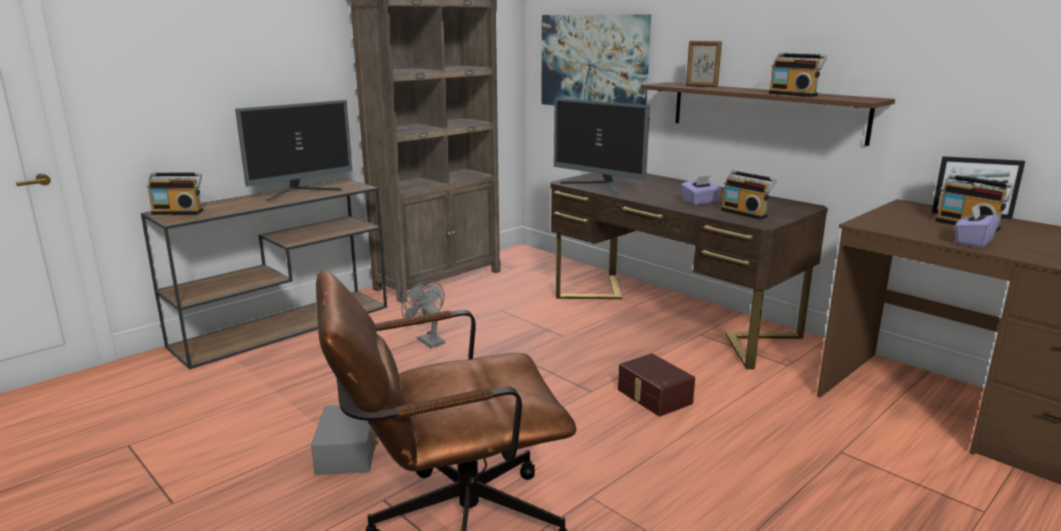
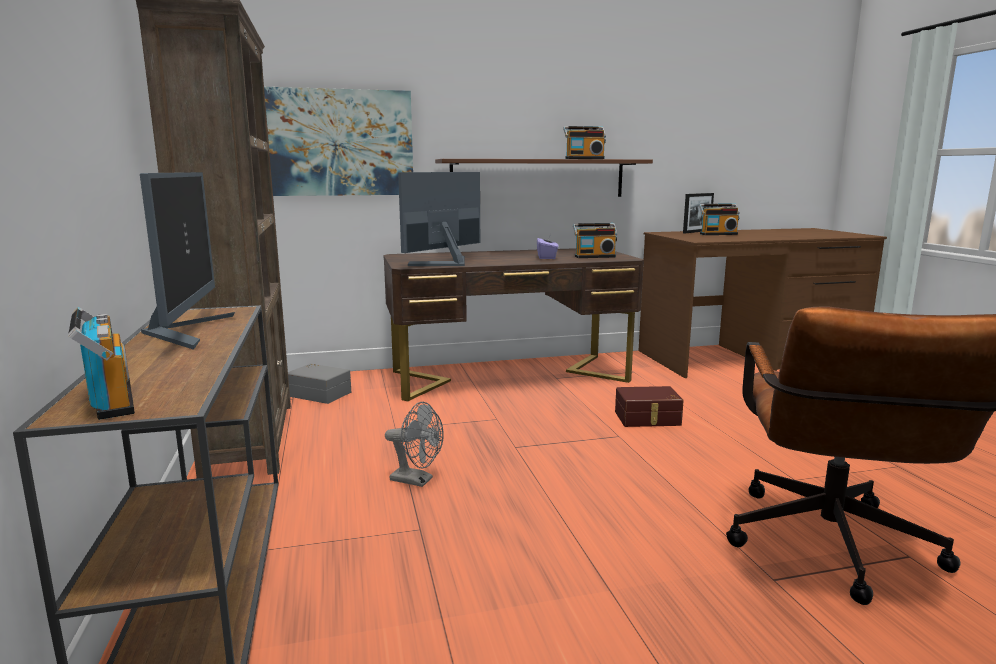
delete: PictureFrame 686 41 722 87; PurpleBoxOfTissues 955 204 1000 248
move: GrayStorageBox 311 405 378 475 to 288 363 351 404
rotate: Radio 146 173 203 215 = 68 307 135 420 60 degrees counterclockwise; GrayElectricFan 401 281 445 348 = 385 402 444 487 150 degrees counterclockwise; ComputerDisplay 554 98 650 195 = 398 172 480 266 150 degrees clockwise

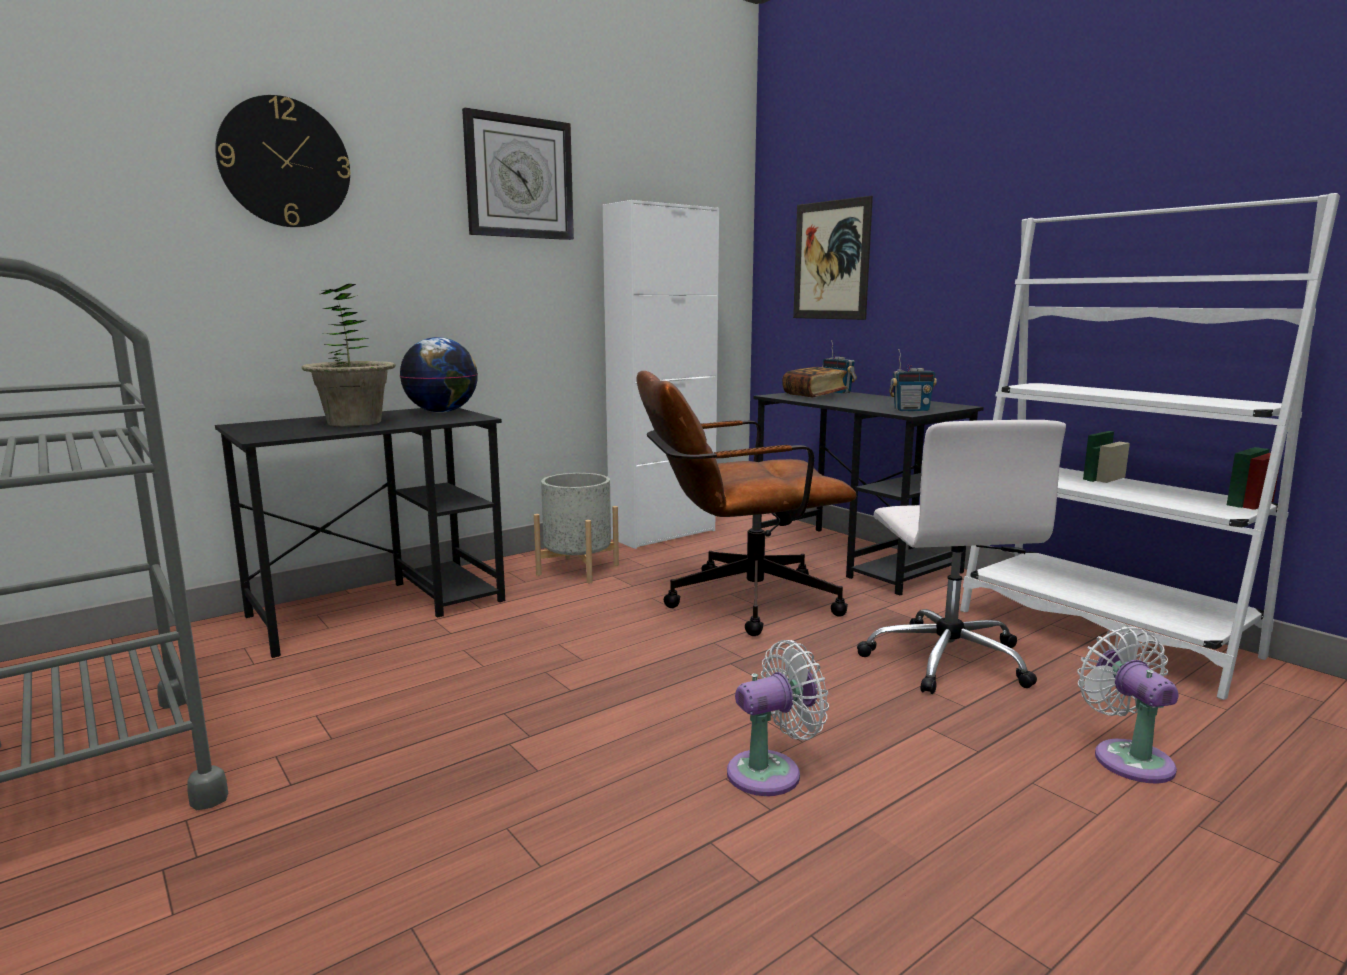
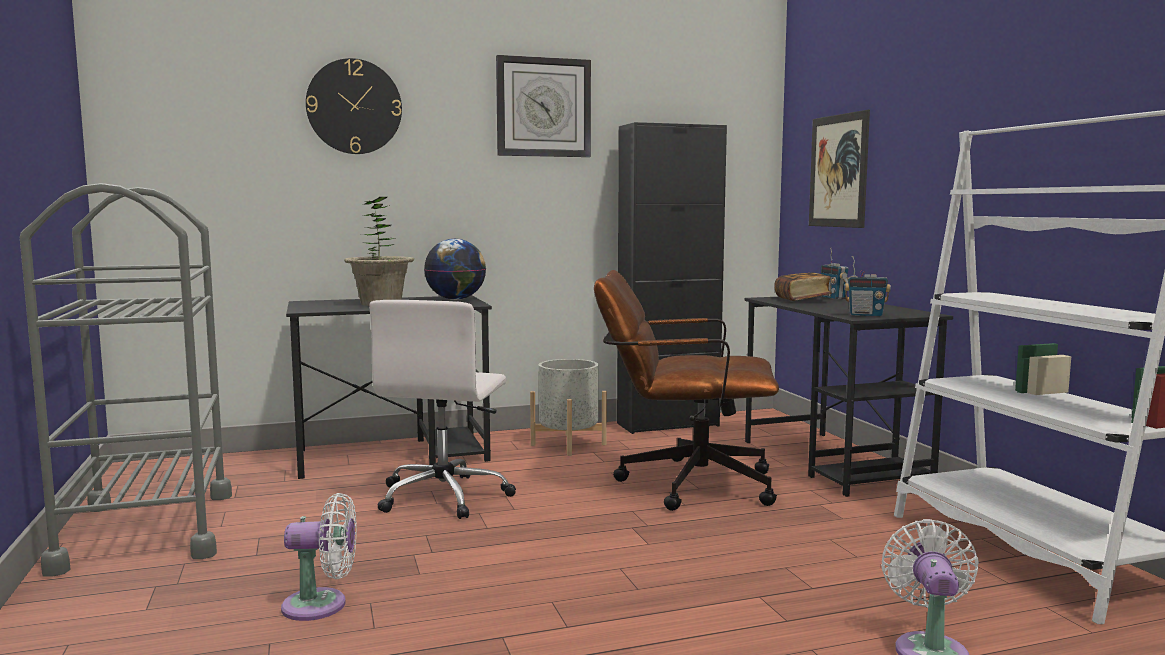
move: WhiteElectricFan 727 640 829 796 to 281 493 357 621; WhiteOfficeChair 857 420 1066 694 to 369 300 516 519
recolor: WhiteCupboard 603 200 719 549 to BlackColouredCupboard 617 122 727 434

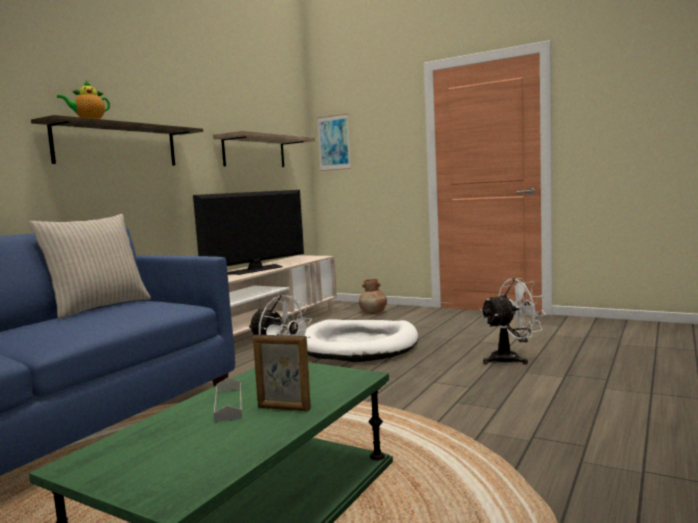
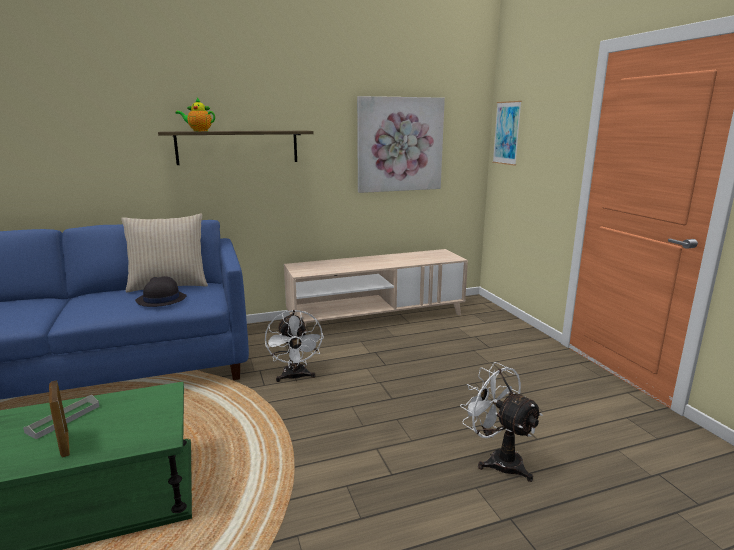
delete: TvSet 193 190 304 275; WhitePetBed 304 319 418 362; BrownishVase 359 279 387 314
insert: BlackColouredWearableHat 135 276 186 307
replace: WallShelf 213 131 315 167 to Picture 357 96 445 193
rotate: WhiteElectricFan 480 278 546 365 = 460 362 543 482 150 degrees counterclockwise

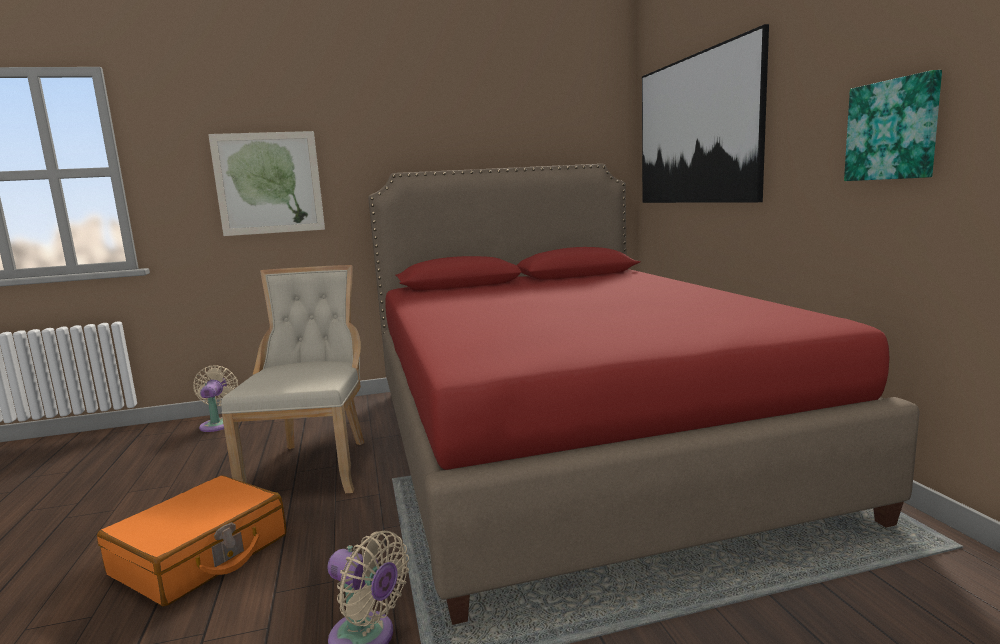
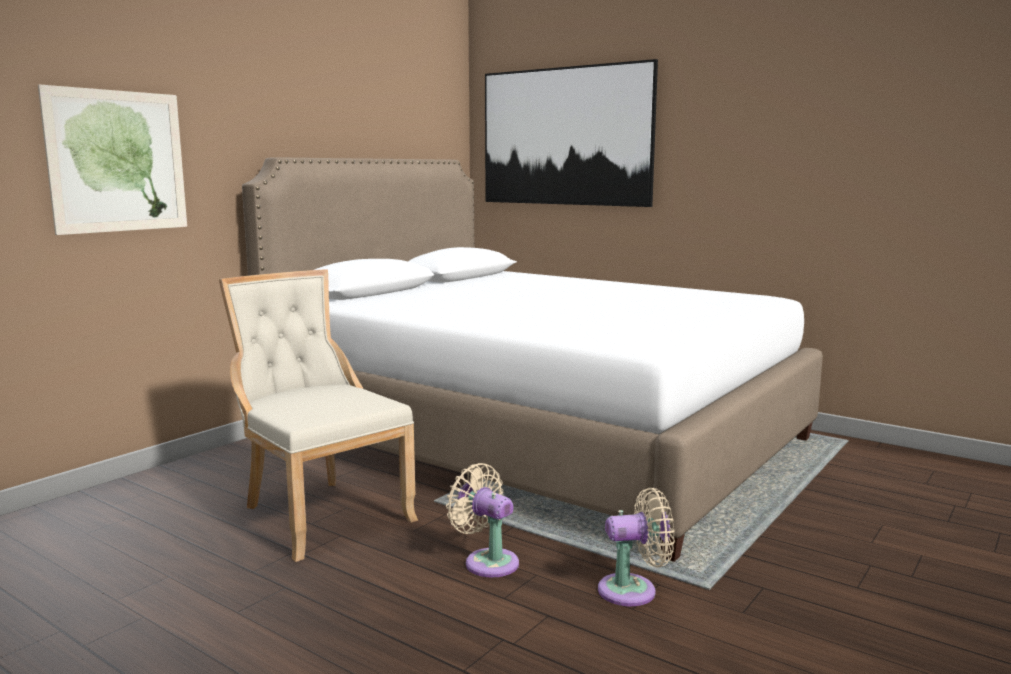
delete: OrangeColouredTravelCase 97 476 286 607; Picture 844 70 942 181
move: BeigeColouredElectricFan 193 365 238 432 to 446 463 519 578
recolor: ReddishSleepingBed 368 164 920 625 to WhiteSleepingBed 242 157 823 562

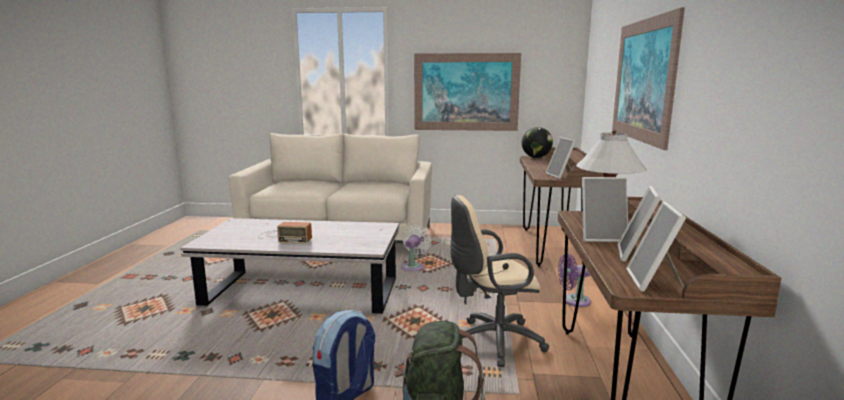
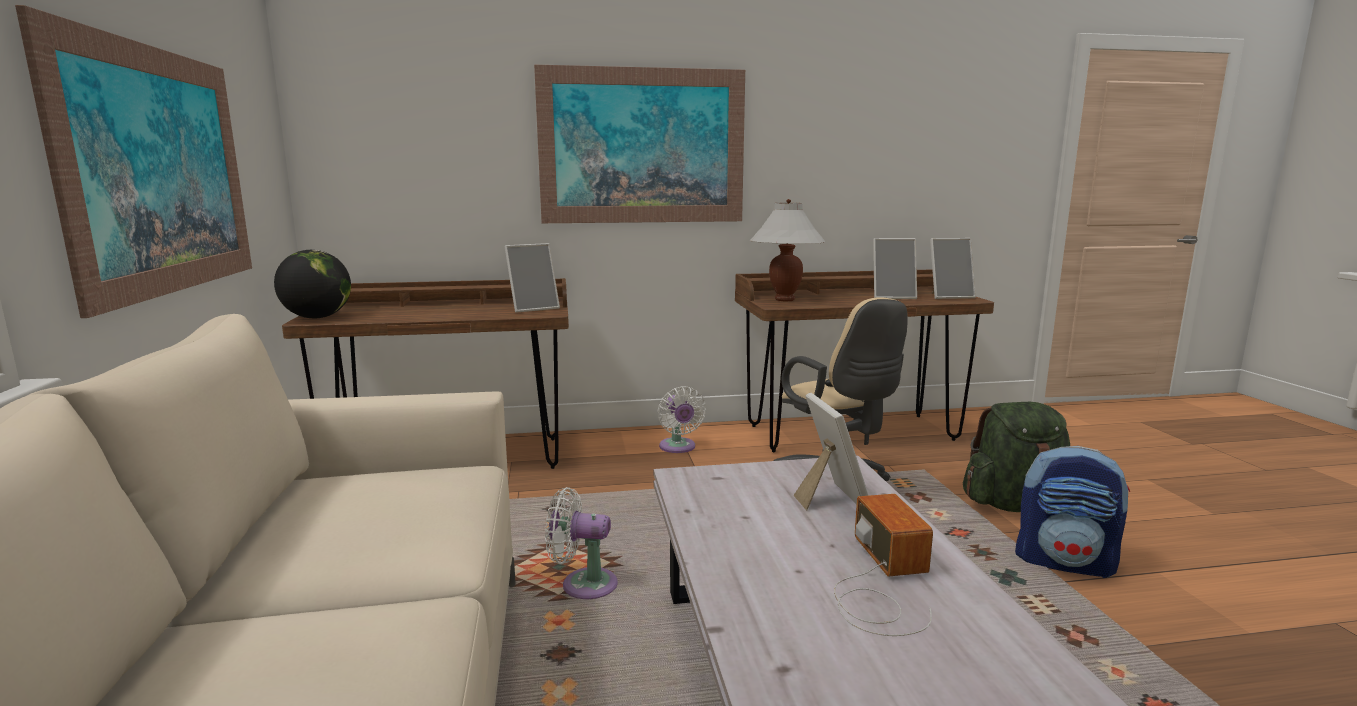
move: PictureFrame 582 177 628 242 to 793 393 869 510
recolor: PurpleElectricFan 558 254 591 307 to WhiteElectricFan 658 386 706 453

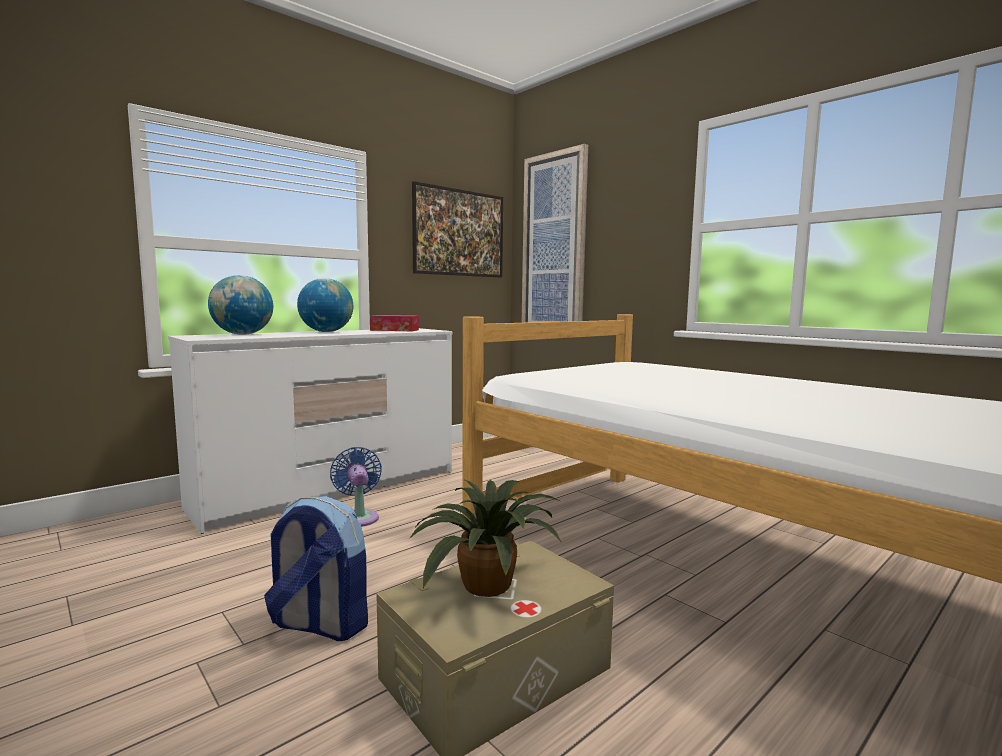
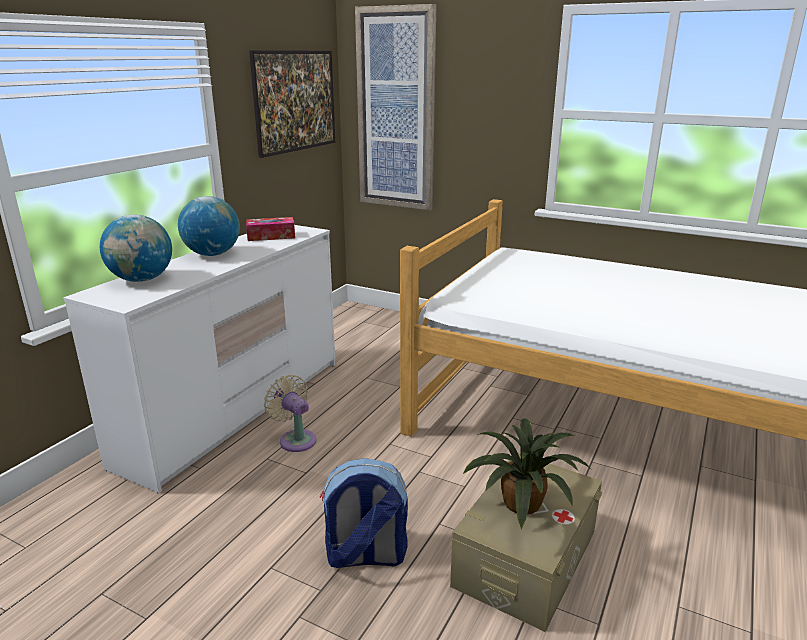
recolor: BlueElectricFan 330 447 382 527 to BeigeColouredElectricFan 264 375 316 452

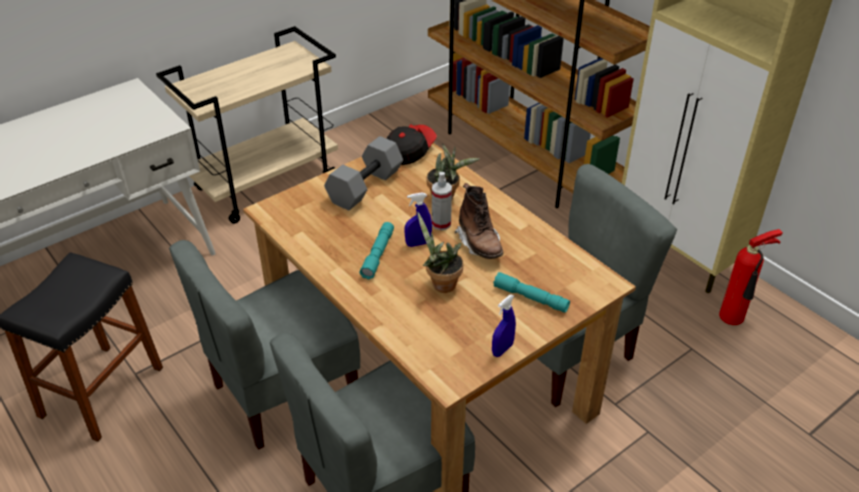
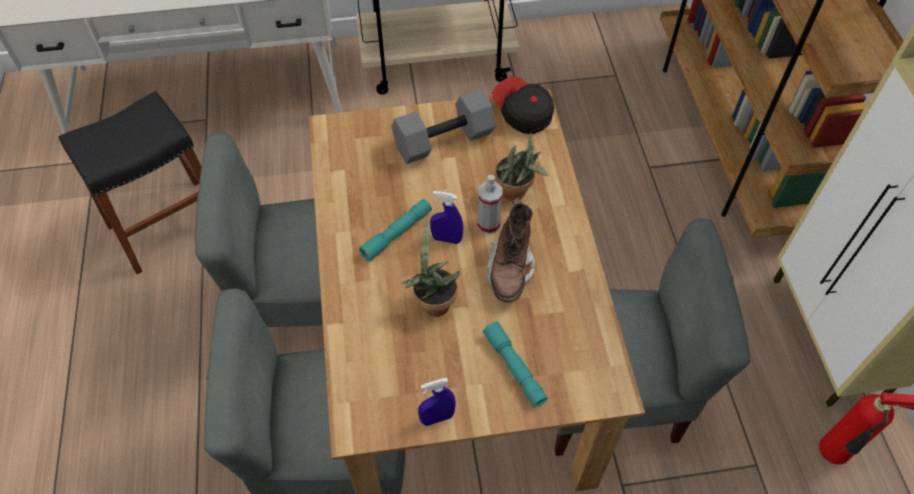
rotate: Cap 387 124 437 165 = 492 77 554 134 105 degrees counterclockwise

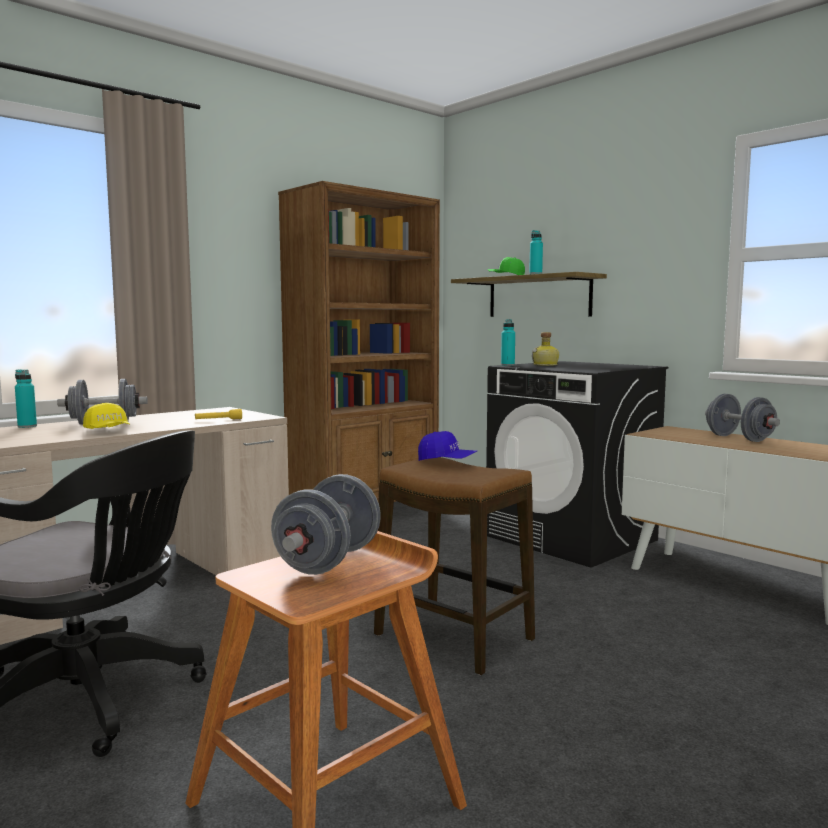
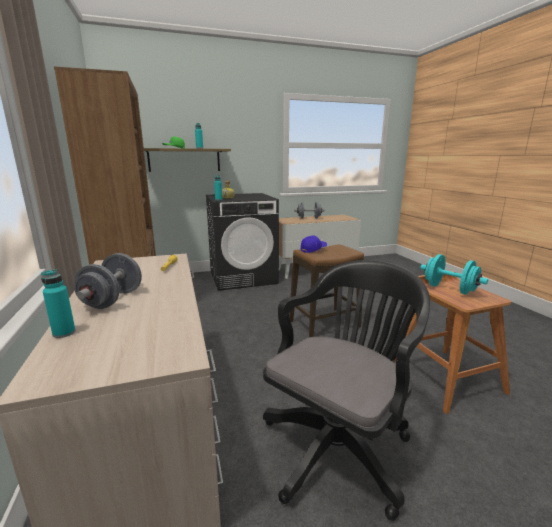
delete: YellowCap 83 403 130 429
recolor: GrayDumbbell 271 474 381 575 to BlueGreenDumbbell 420 254 488 294

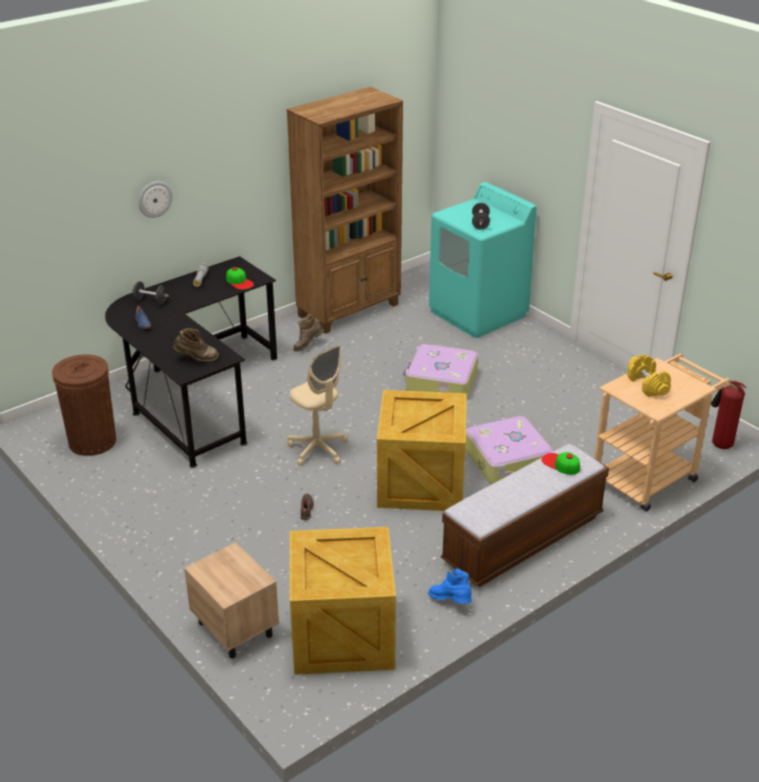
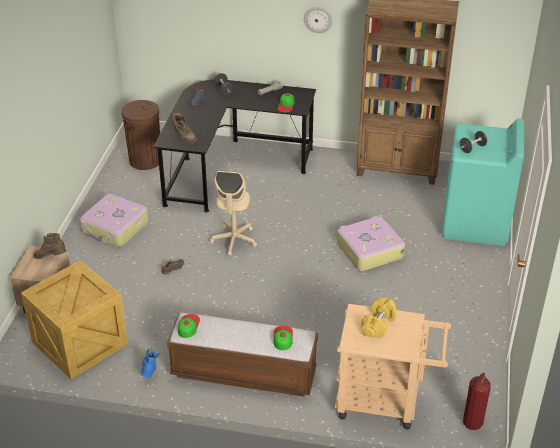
delete: ShippingCrate 377 390 467 511
insert: Cap 178 314 200 338
move: ClockOnTheWall 138 181 173 218 to 304 7 333 33; BrownishHighTopBoot 293 315 324 352 to 34 233 67 259; TravelCase 465 416 553 484 to 79 194 149 247

